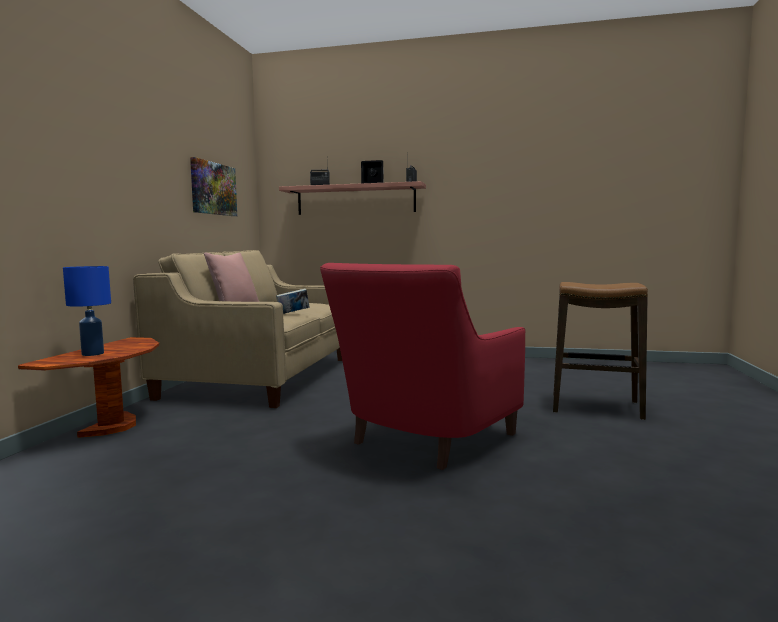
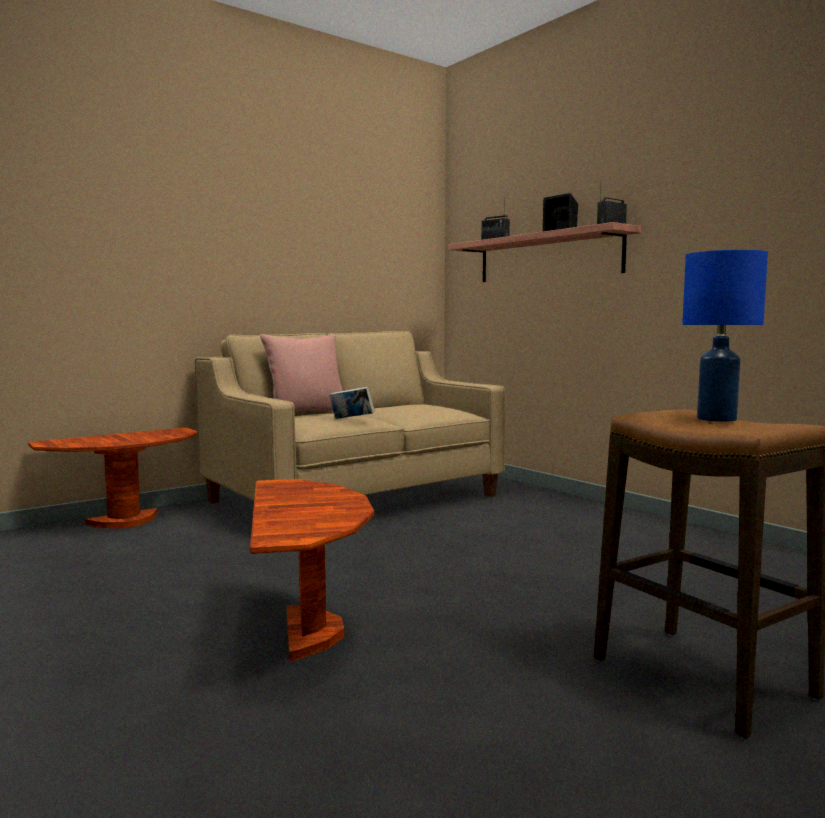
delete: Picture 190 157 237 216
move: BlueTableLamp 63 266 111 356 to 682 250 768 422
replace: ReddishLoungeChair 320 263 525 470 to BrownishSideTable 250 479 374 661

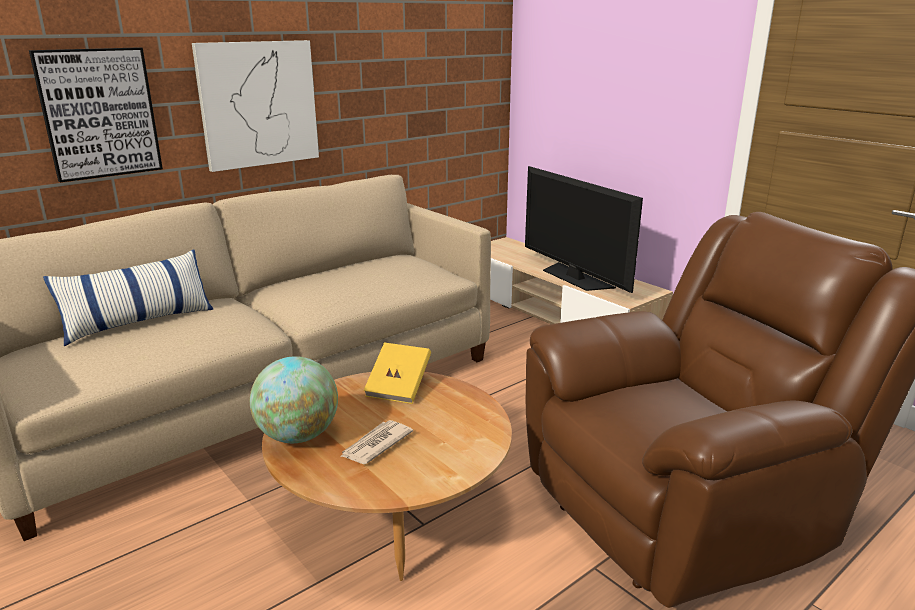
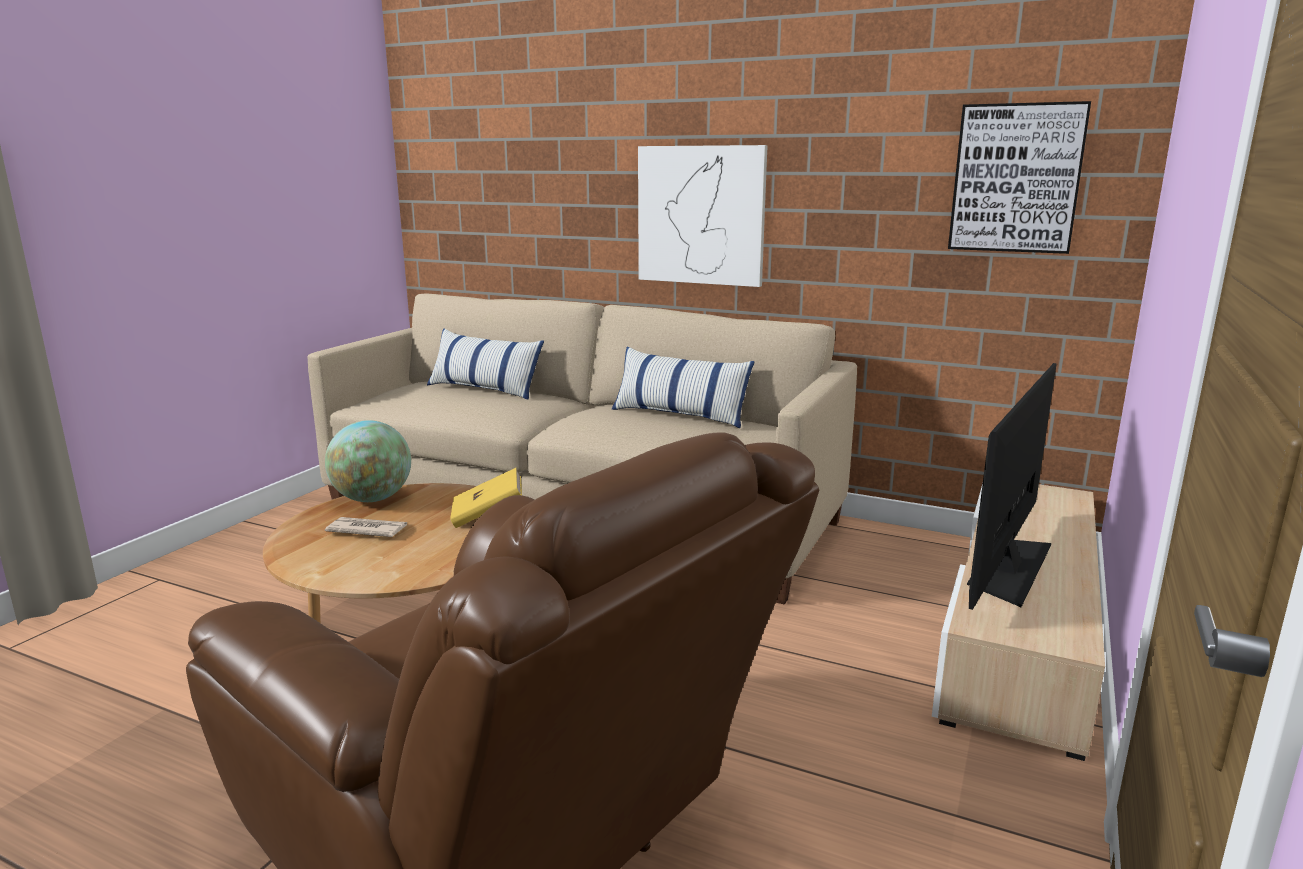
insert: Cushion 612 347 755 428
move: Picture 29 47 163 182 to 948 101 1091 254

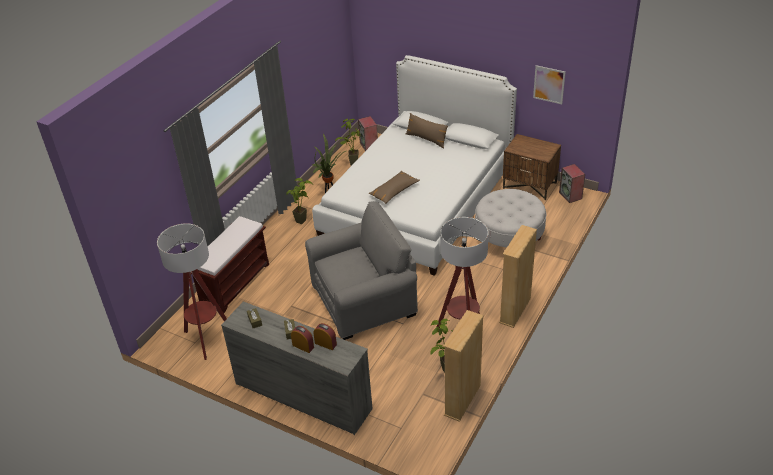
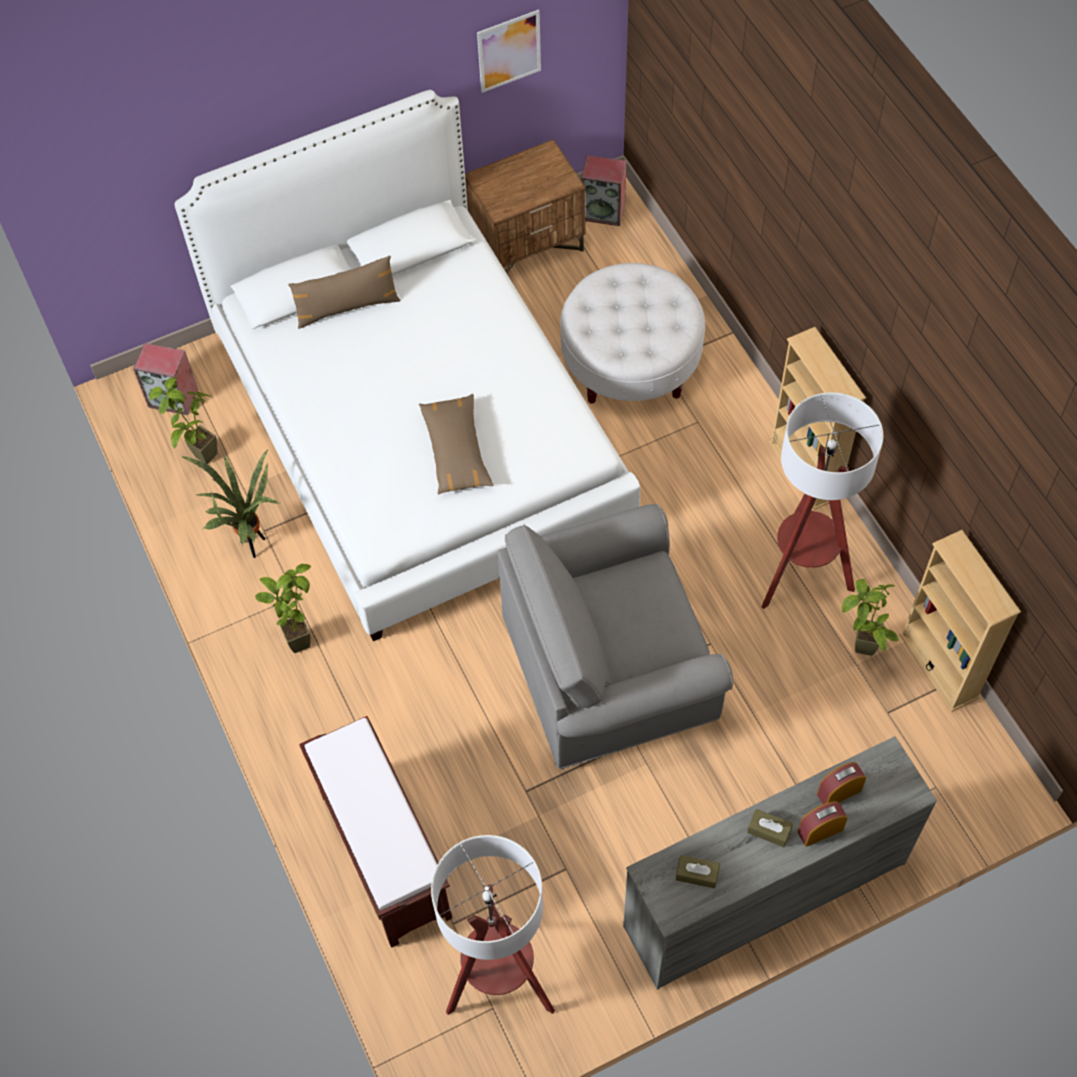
rotate: GrayLoungeChair 305 201 418 340 = 497 504 733 769 120 degrees counterclockwise

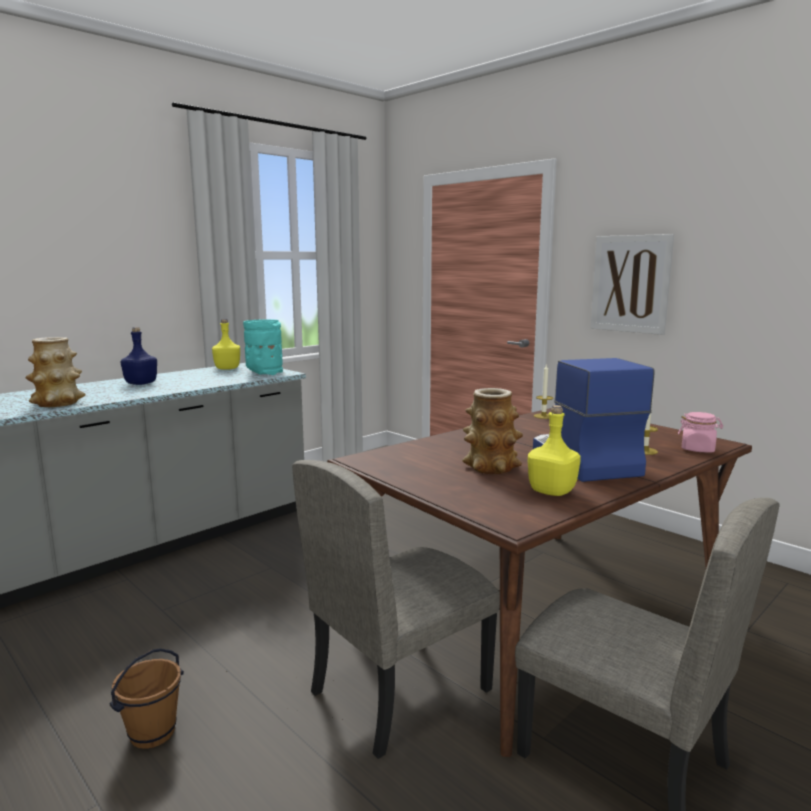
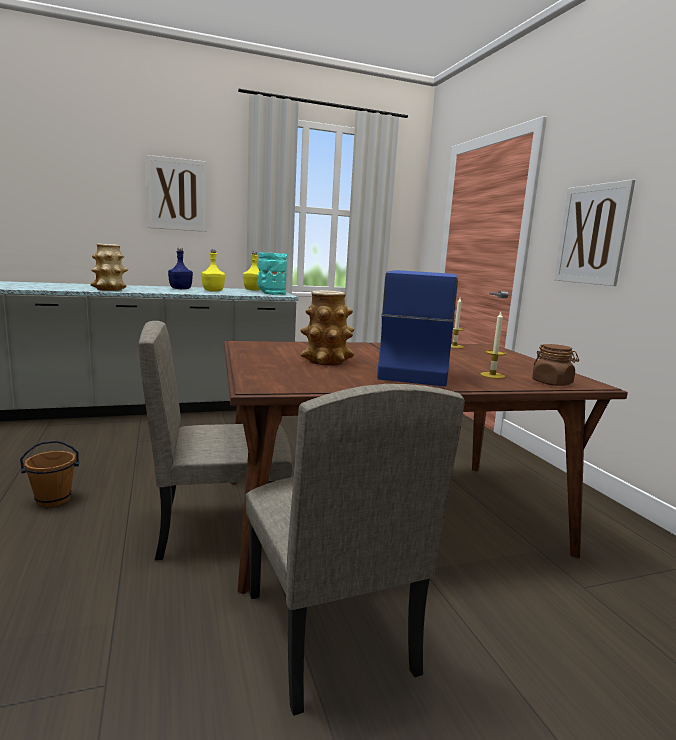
insert: Picture 146 155 207 232
move: YellowDrinkBottle 528 405 581 496 to 201 250 225 292
recolor: PinkColouredJar 678 412 723 453 to BrownishJar 532 344 579 386

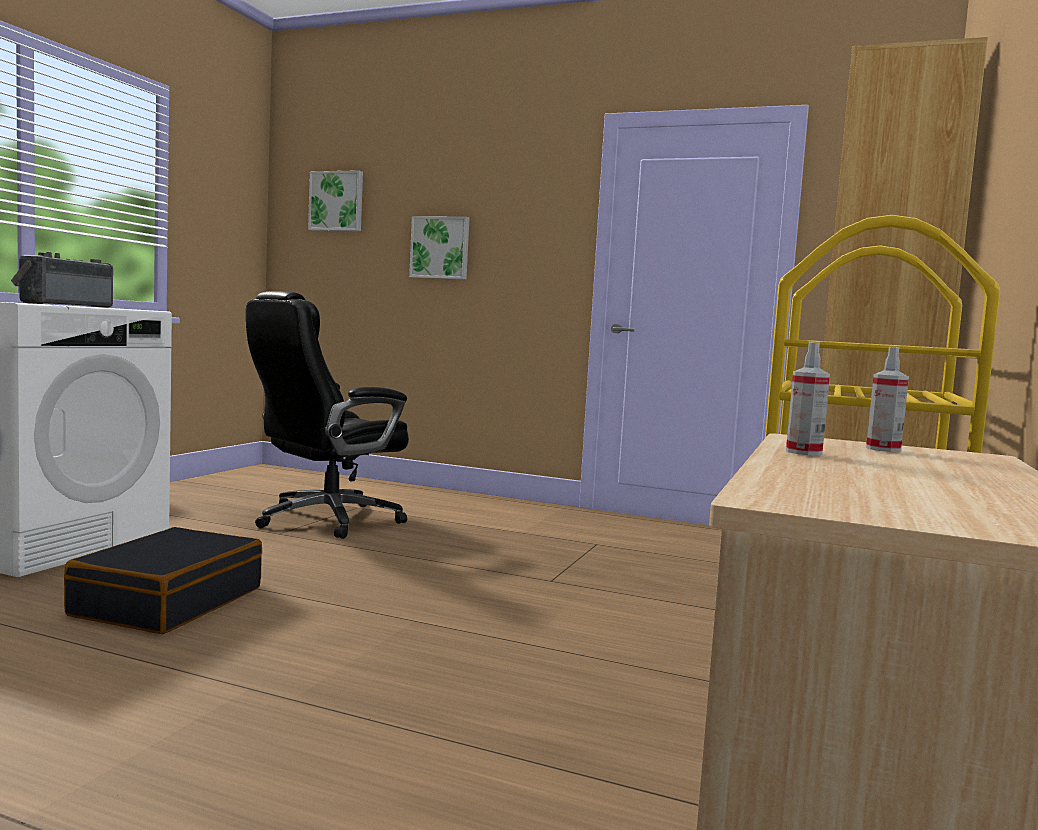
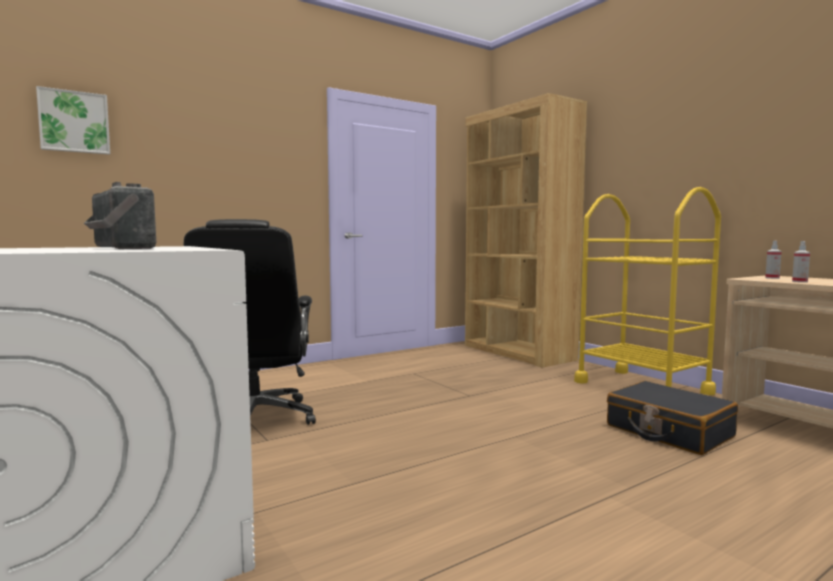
delete: Picture 409 216 469 279
move: BlackColouredTravelCase 64 527 262 634 to 607 381 738 455

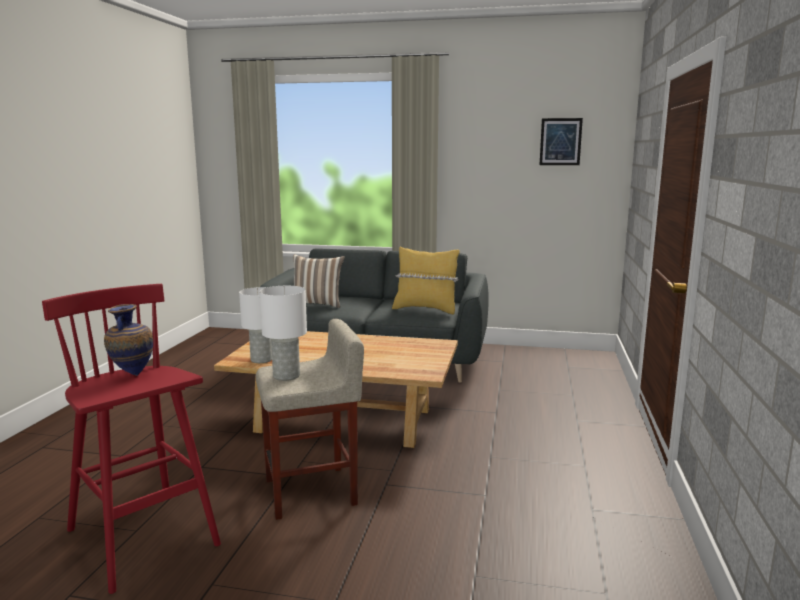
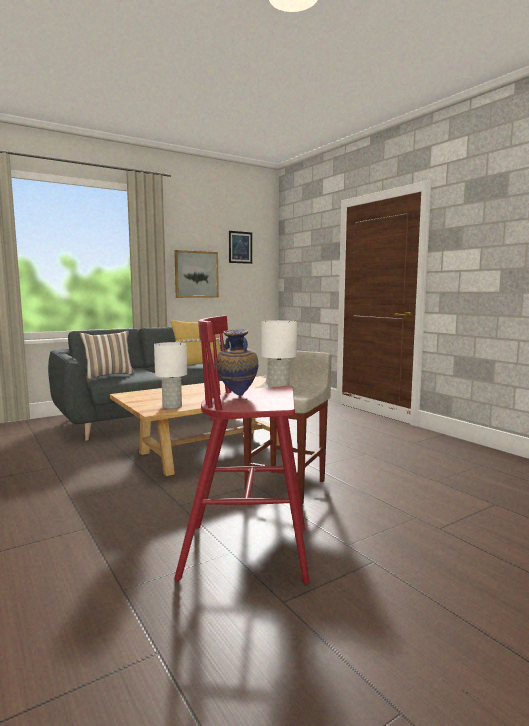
insert: Picture 174 250 219 298

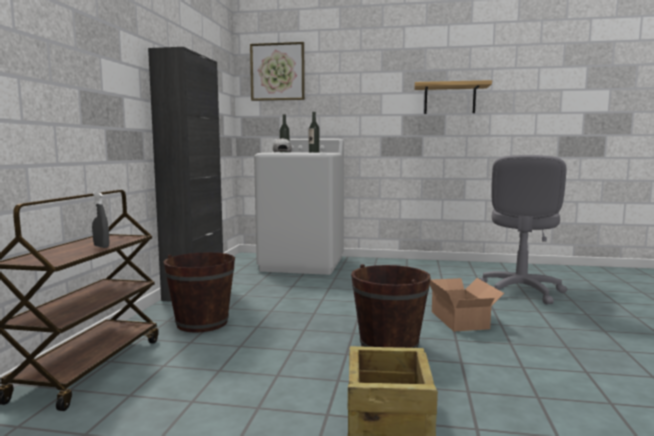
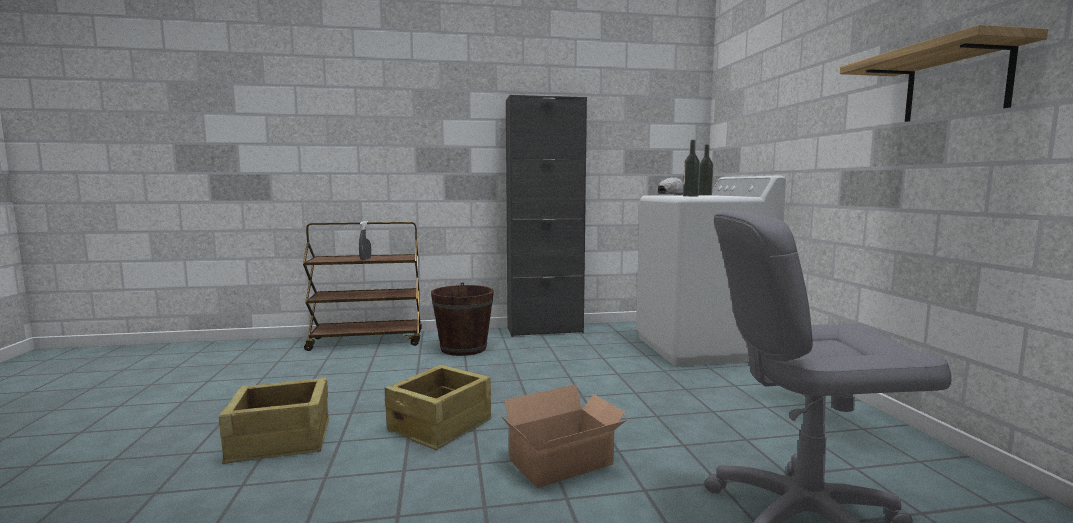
delete: Picture 250 42 305 101
replace: BrownishWaterBucket 351 264 431 348 to ShippingCrate 385 365 491 451

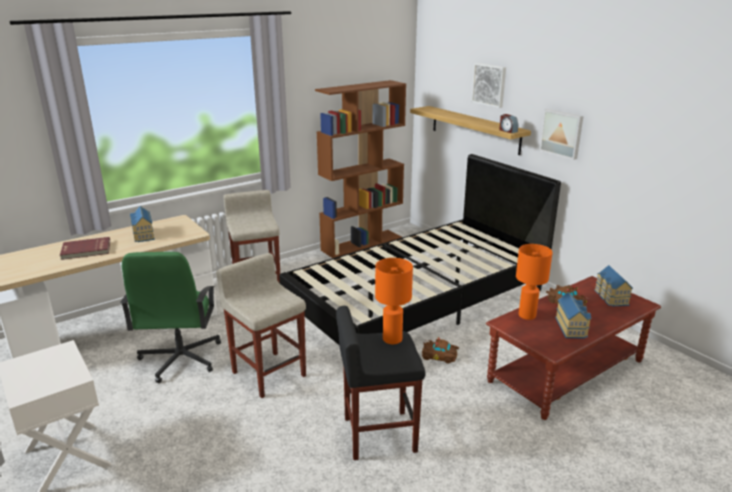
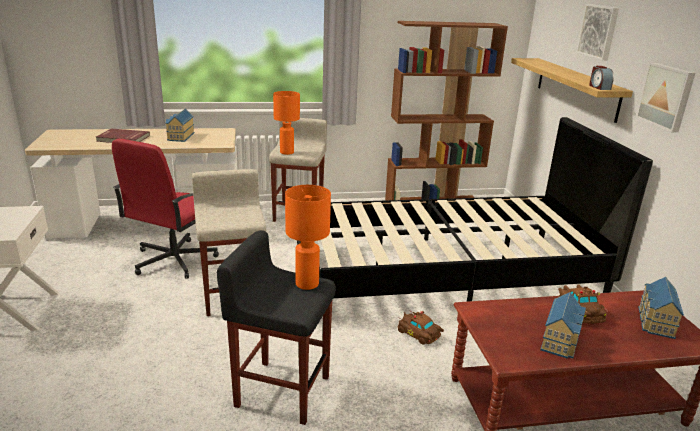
move: OrangeColouredTableLamp 516 244 553 320 to 273 91 300 155
recolor: GreenOfficeChair 120 252 221 383 to ReddishOfficeChair 112 139 219 279

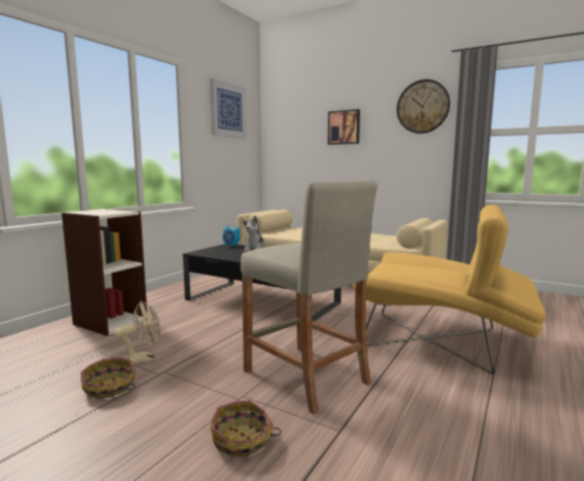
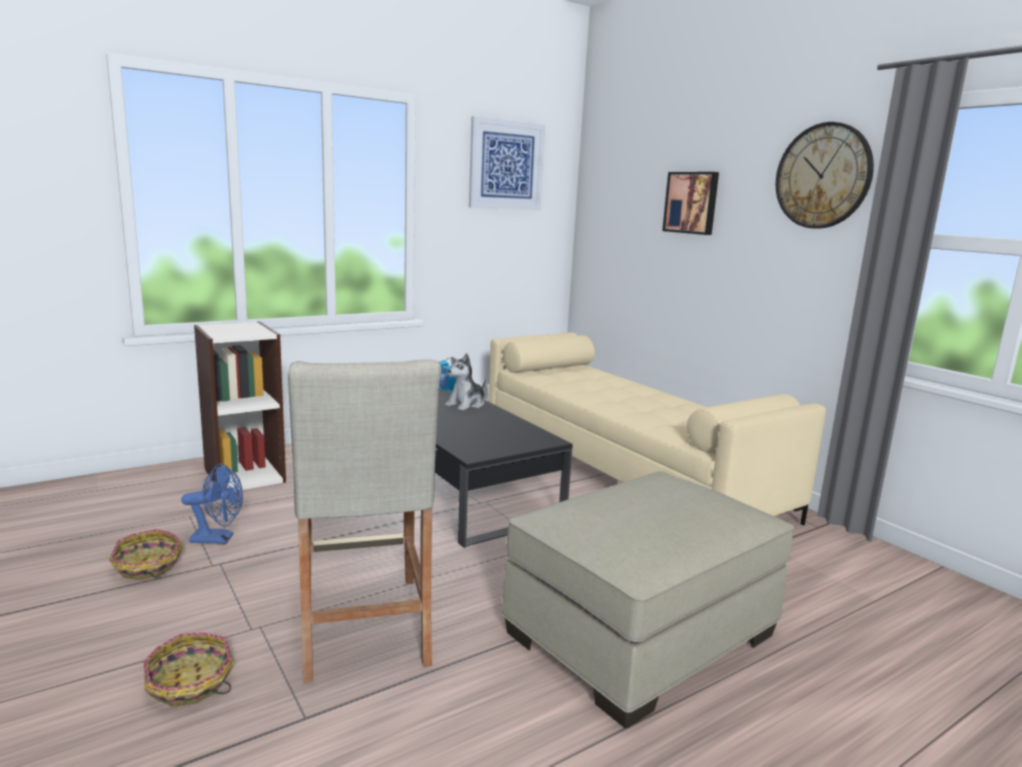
replace: YellowLoungeChair 353 205 546 374 to BeigeColouredOttoman 502 471 794 728
recolor: BeigeColouredElectricFan 114 301 160 364 to BlueElectricFan 181 463 243 544

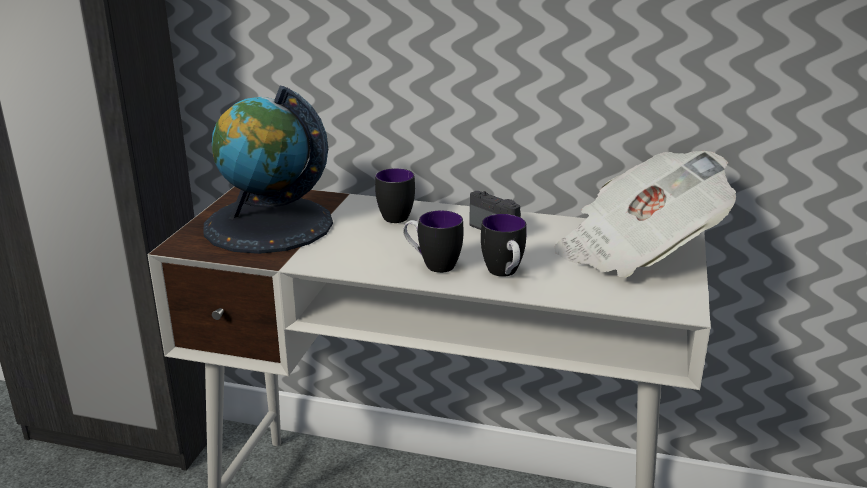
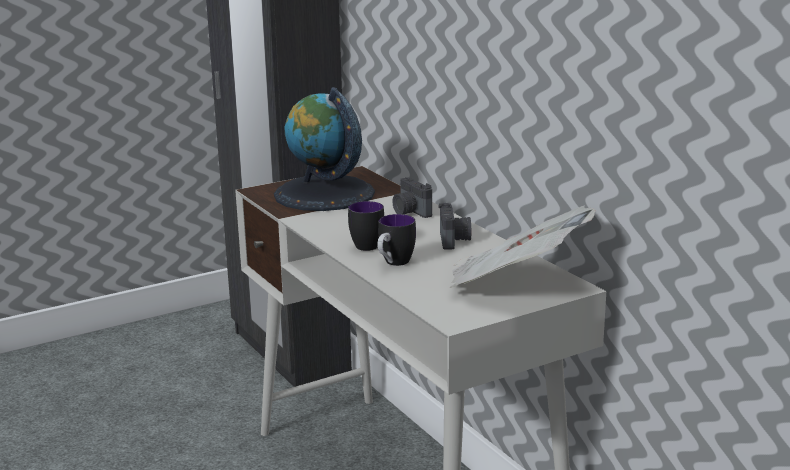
replace: TeaMug 375 168 415 223 to StillCamera 392 177 432 218

